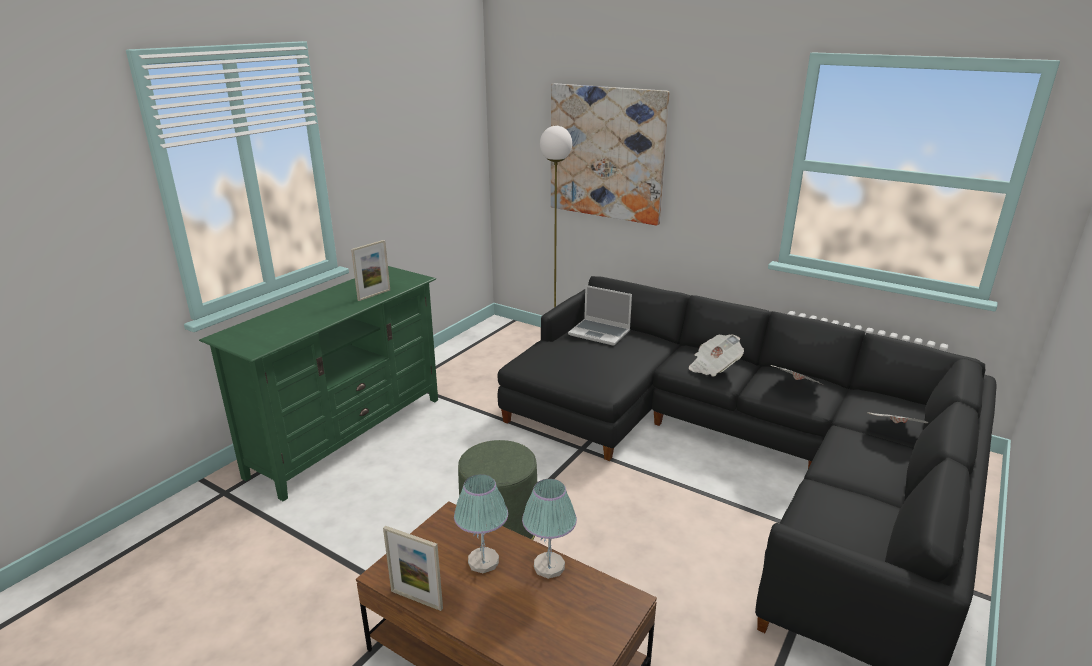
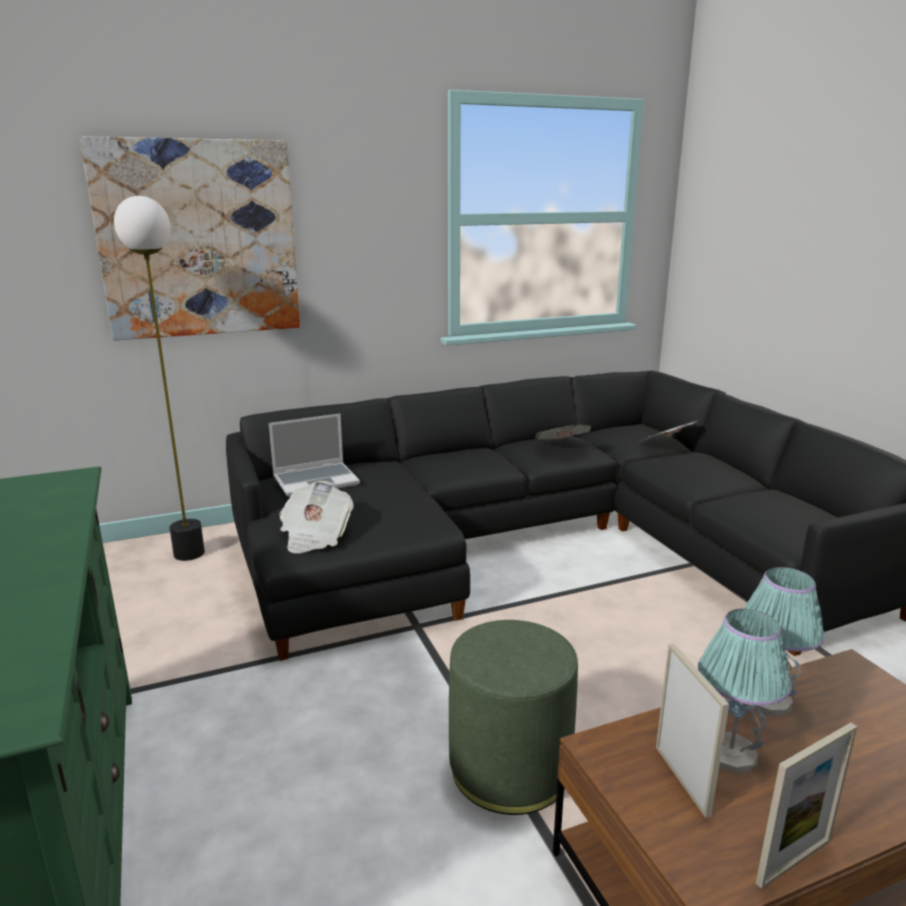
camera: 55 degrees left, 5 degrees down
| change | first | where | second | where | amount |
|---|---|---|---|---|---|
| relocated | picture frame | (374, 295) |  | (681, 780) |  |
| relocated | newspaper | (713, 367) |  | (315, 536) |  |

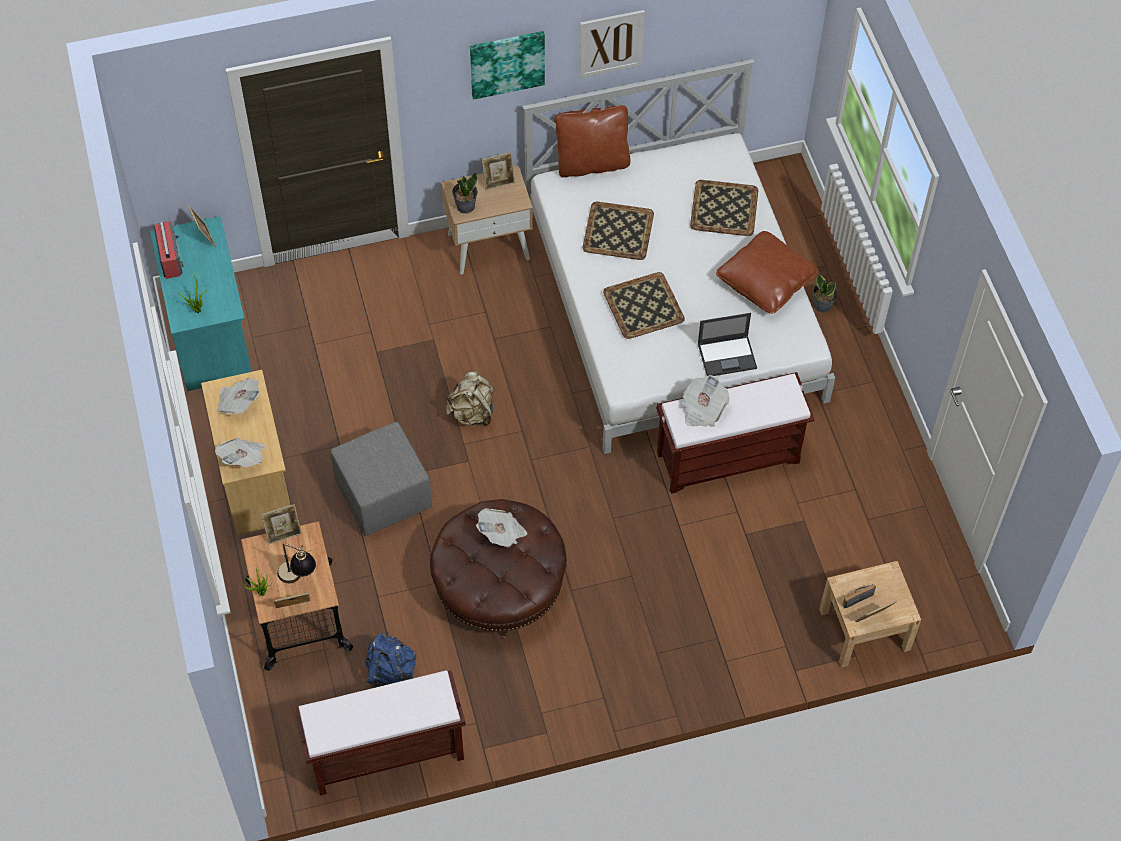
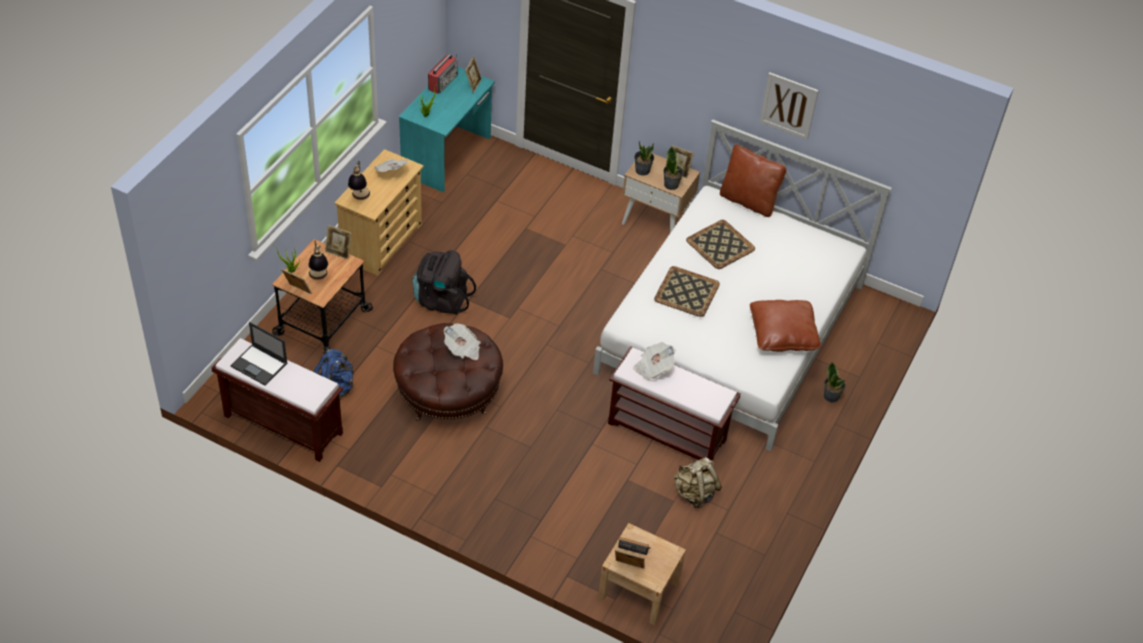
camera: 40 degrees right, 10 degrees down
| change | first | where | second | where | amount |
|---|---|---|---|---|---|
| missing | picture | (507, 63) |  |  |  |
| missing | tray | (723, 208) |  |  |  |
| appeared |  |  | potted plant | (671, 184) |  |
| relocated | beige backpack | (472, 413) |  | (694, 493) |  |
| relocated | laptop | (727, 355) |  | (260, 365) |  |
| exchanged | newspaper | (243, 458) | table lamp | (359, 199) |  |
| exchanged | grey ottoman | (384, 495) | black backpack | (441, 300) |  |

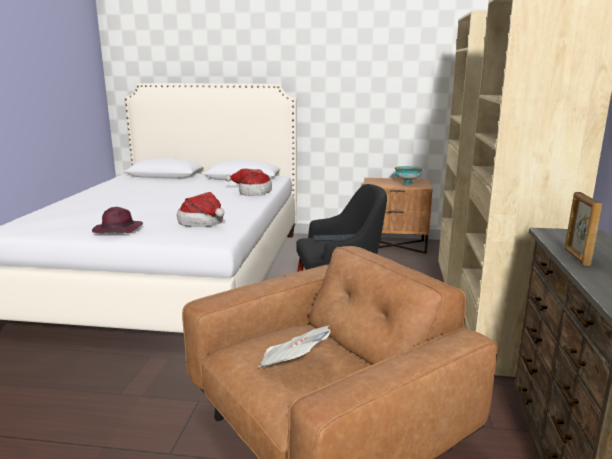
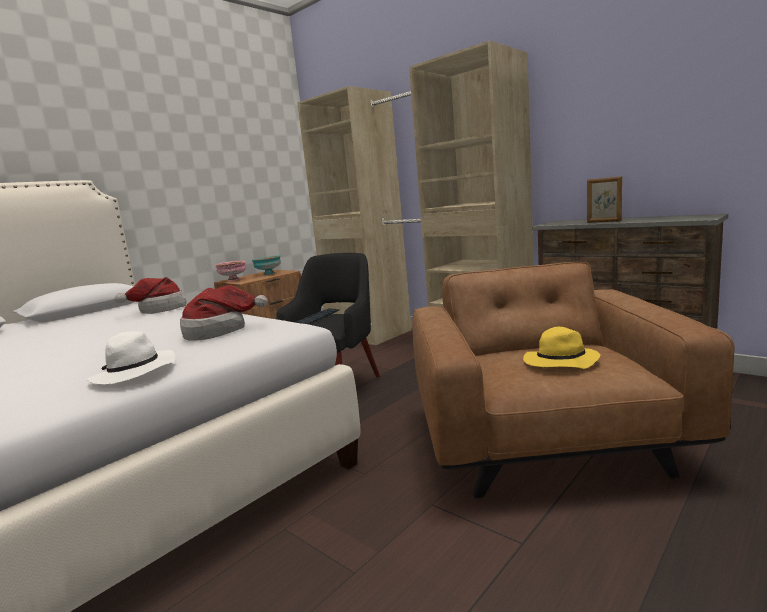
camera: 55 degrees left, 5 degrees down
| change | first | where | second | where | amount |
|---|---|---|---|---|---|
| appeared |  |  | pink bowl | (233, 280) |  |
| exchanged | newspaper | (293, 364) | yellow hat | (560, 363) |  |
| colour | purple hat | (117, 230) | white hat | (135, 373) |  |

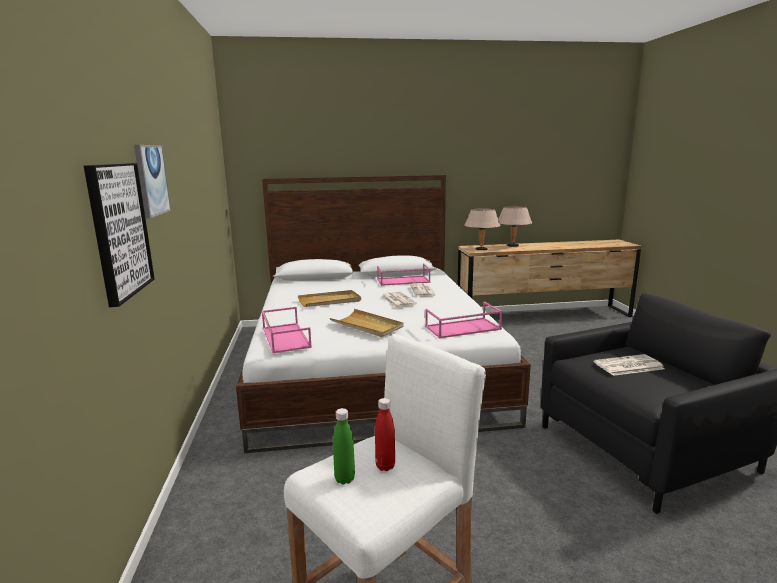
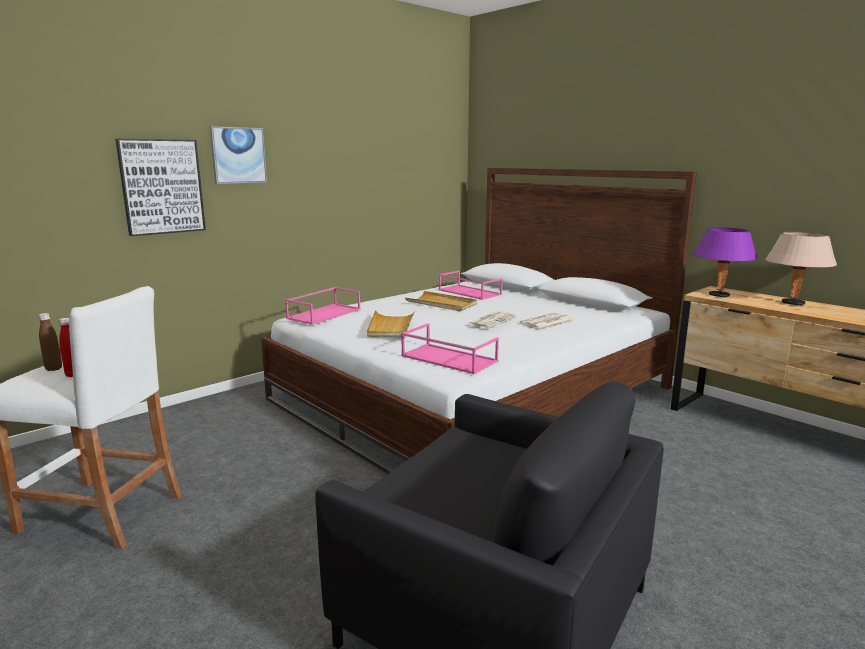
camera: 55 degrees right, 0 degrees up
| change | first | where | second | where | amount |
|---|---|---|---|---|---|
| missing | newspaper | (628, 366) |  |  |  |
| relocated | pink tray | (402, 281) |  | (468, 292) |  |
| colour | green bottle | (344, 479) | brown bottle | (53, 369) |  |
| colour | beige table lamp | (481, 249) | purple table lamp | (718, 295) |  |

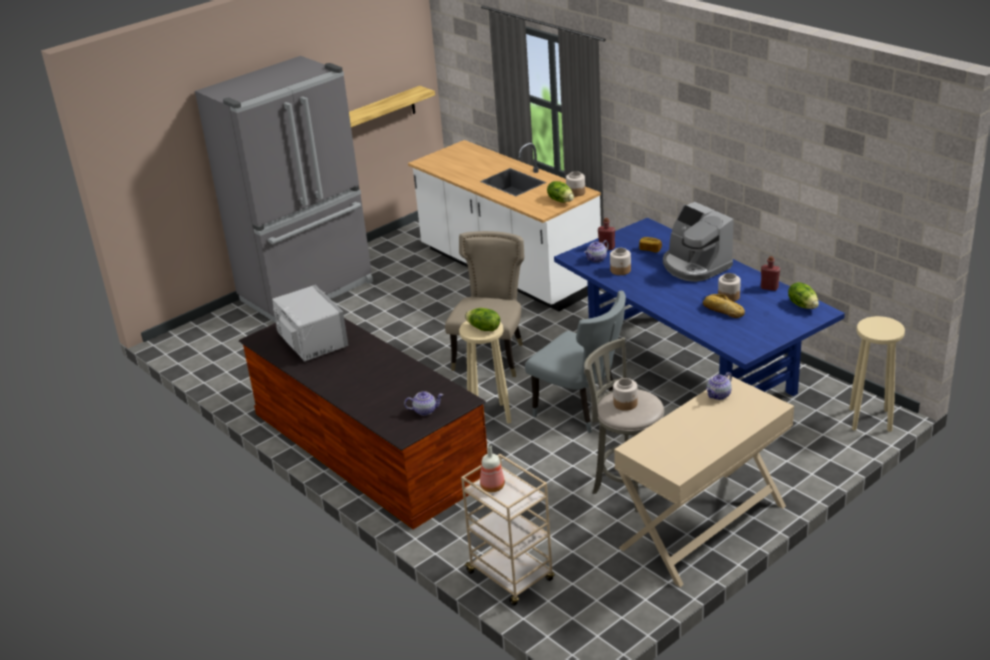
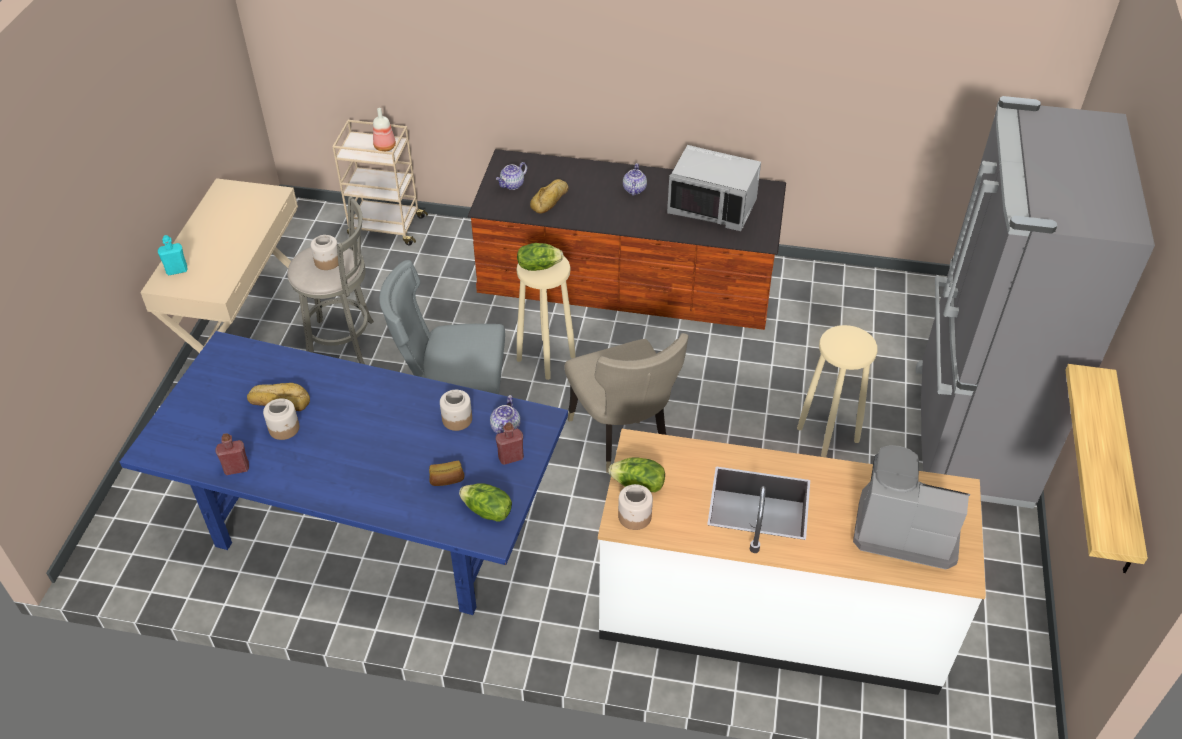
camera: 140 degrees right, 15 degrees up
| change | first | where | second | where | amount |
|---|---|---|---|---|---|
| appeared |  |  | turquoise bottle | (177, 270) |  |
| appeared |  |  | bread | (551, 200) |  |
| relocated | coffee machine | (695, 266) |  | (904, 526) |  |
| relocated | teapot | (719, 395) |  | (634, 189) |  |
| relocated | lettuce | (803, 305) |  | (487, 511) |  |
| relocated | beige stool | (870, 419) |  | (828, 435) |  |

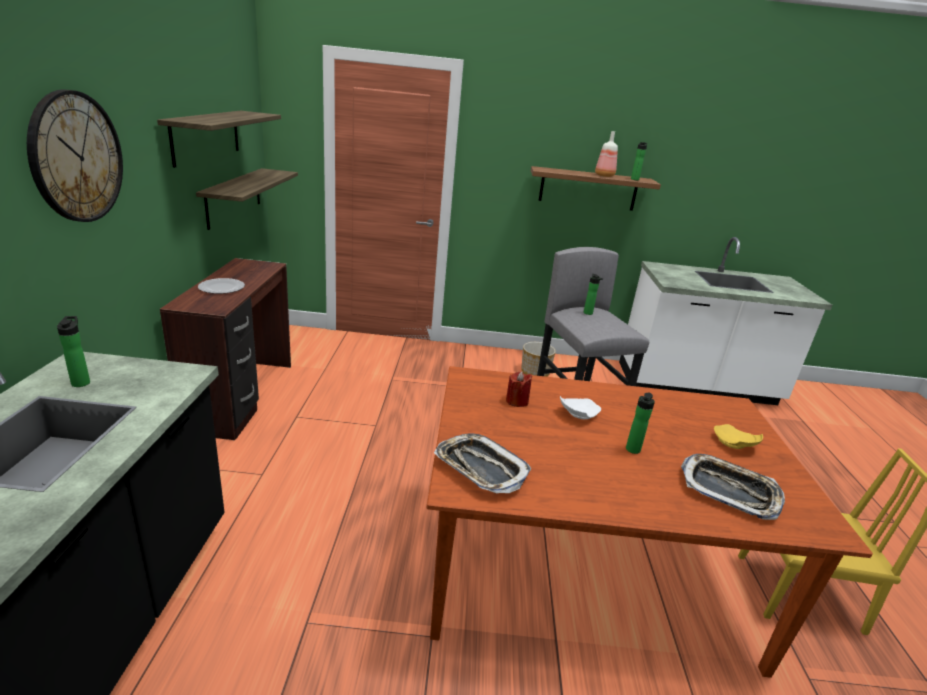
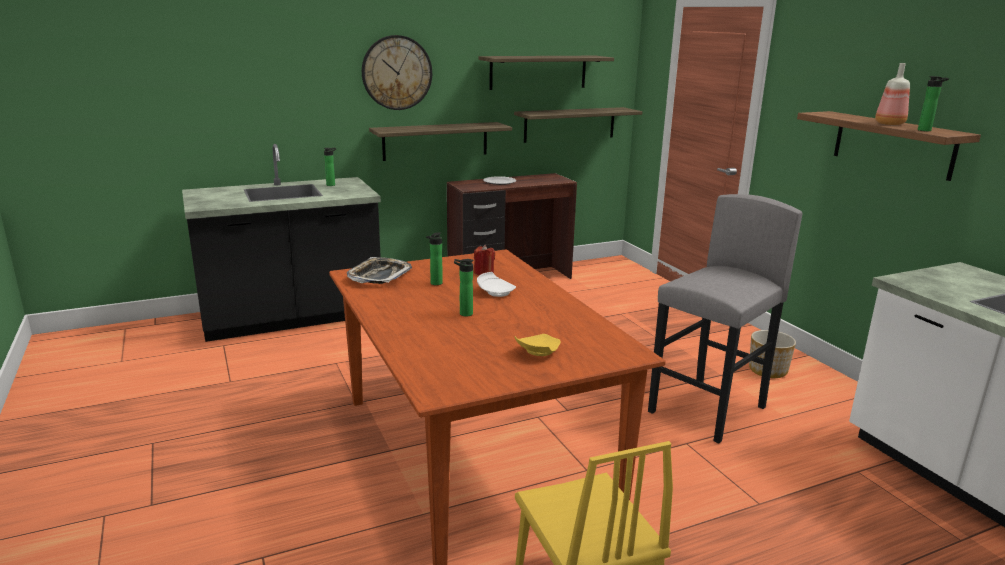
camera: 65 degrees right, 5 degrees down
| change | first | where | second | where | amount |
|---|---|---|---|---|---|
| missing | tray | (729, 490) |  |  |  |
| appeared |  |  | shelf | (435, 141) |  |
| relocated | bottle | (589, 313) |  | (435, 284) |  |

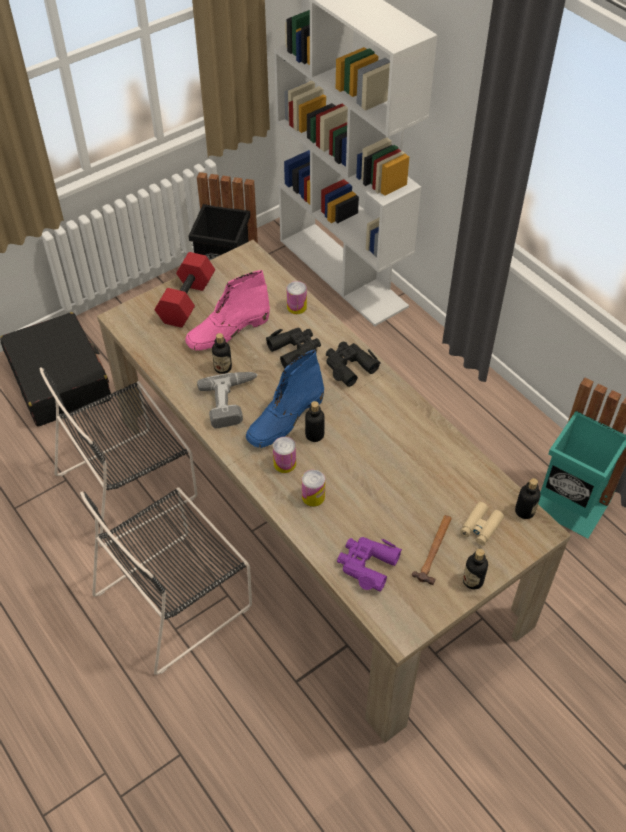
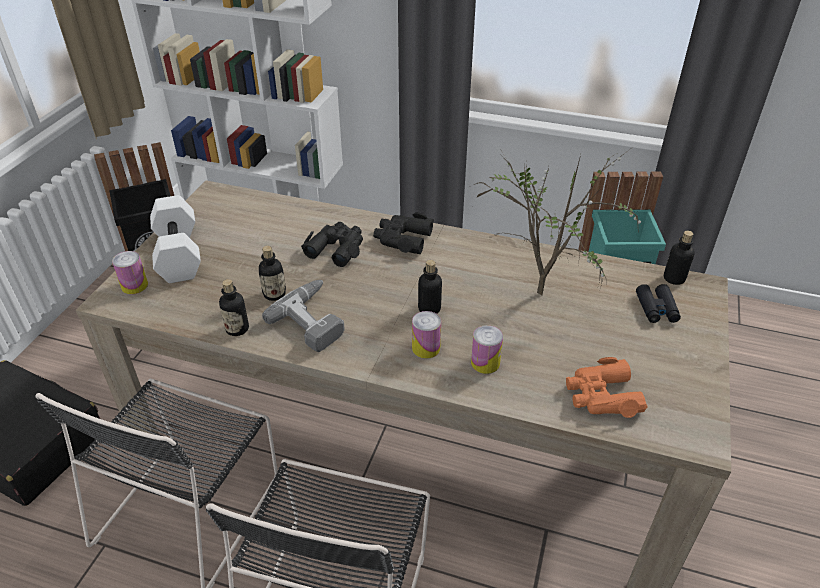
camera: 35 degrees left, 10 degrees down
| change | first | where | second | where | amount |
|---|---|---|---|---|---|
| missing | pink boot | (227, 331) |  |  |  |
| missing | blue boot | (285, 419) |  |  |  |
| missing | hammer | (435, 550) |  |  |  |
| appeared |  |  | potted plant | (539, 297) |  |
| relocated | can | (296, 307) |  | (134, 285) |  |
| relocated | bottle | (473, 580) |  | (237, 329) |  |
| colour | red dumbbell | (187, 302) | white dumbbell | (180, 254) |  |
| colour | purple binoculars | (367, 565) | orange binoculars | (601, 396) |  |
| colour | beige binoculars | (480, 527) | black binoculars | (656, 309) |  |

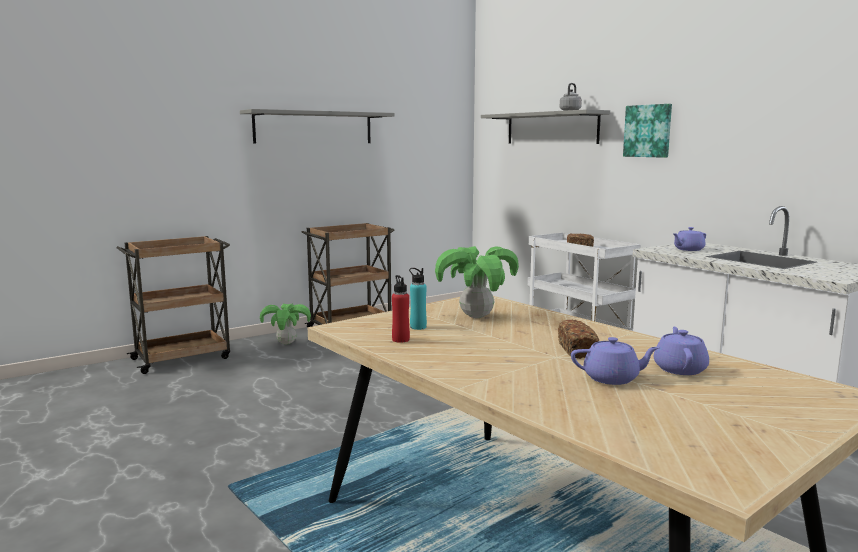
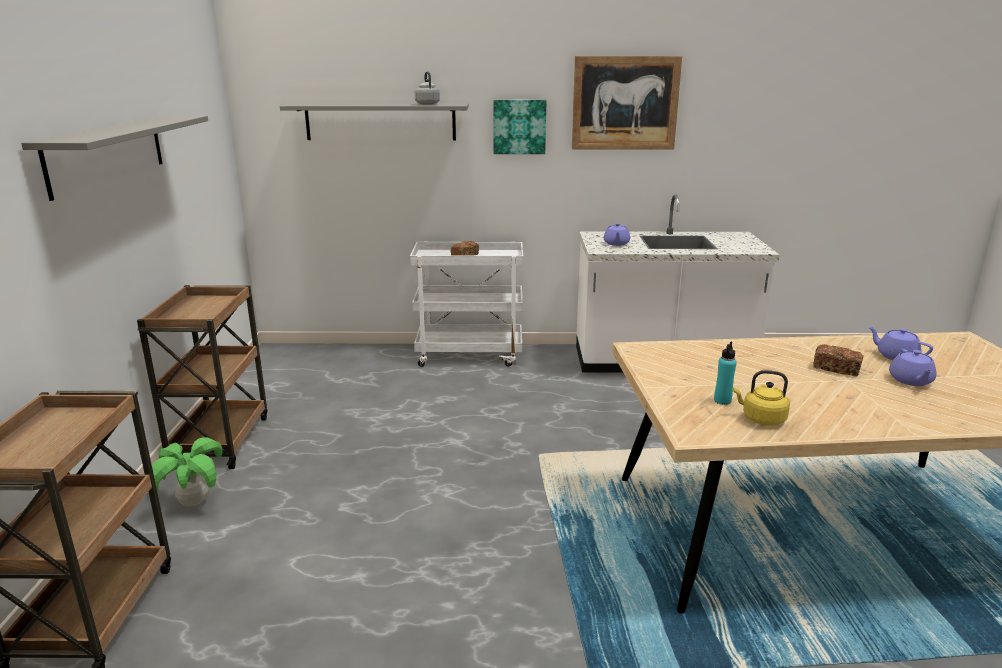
camera: 55 degrees left, 10 degrees up
| change | first | where | second | where | amount |
|---|---|---|---|---|---|
| missing | potted plant | (476, 316) |  |  |  |
| appeared |  |  | picture | (625, 103) |  |
| exchanged | red bottle | (400, 339) | yellow kettle | (761, 419) |  |
| spun | purple teapot | (612, 378) |  | (910, 381) | 150 degrees clockwise |

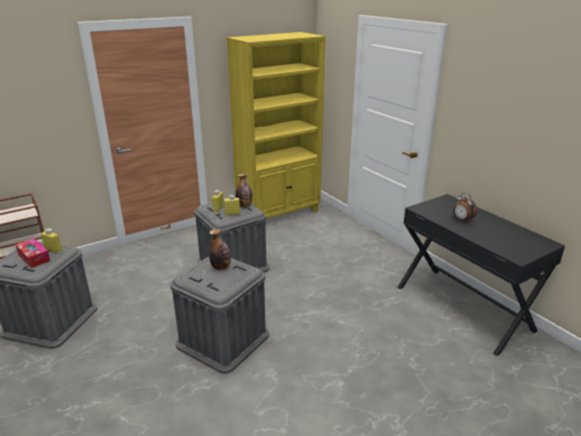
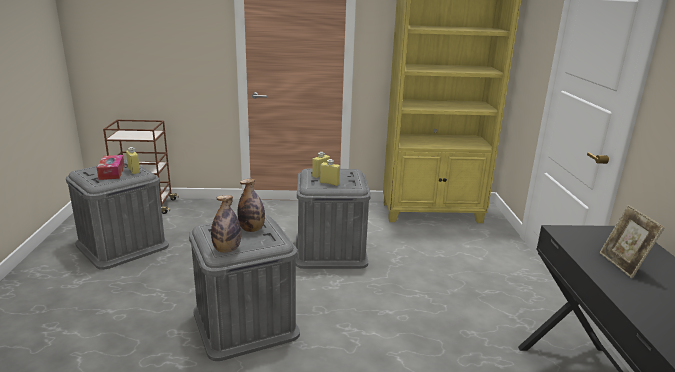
camera: 30 degrees right, 5 degrees down
| change | first | where | second | where | amount |
|---|---|---|---|---|---|
| relocated | bottle | (244, 205) |  | (227, 250) |  |
| exchanged | alarm clock | (462, 220) | picture frame | (623, 265) |  |

